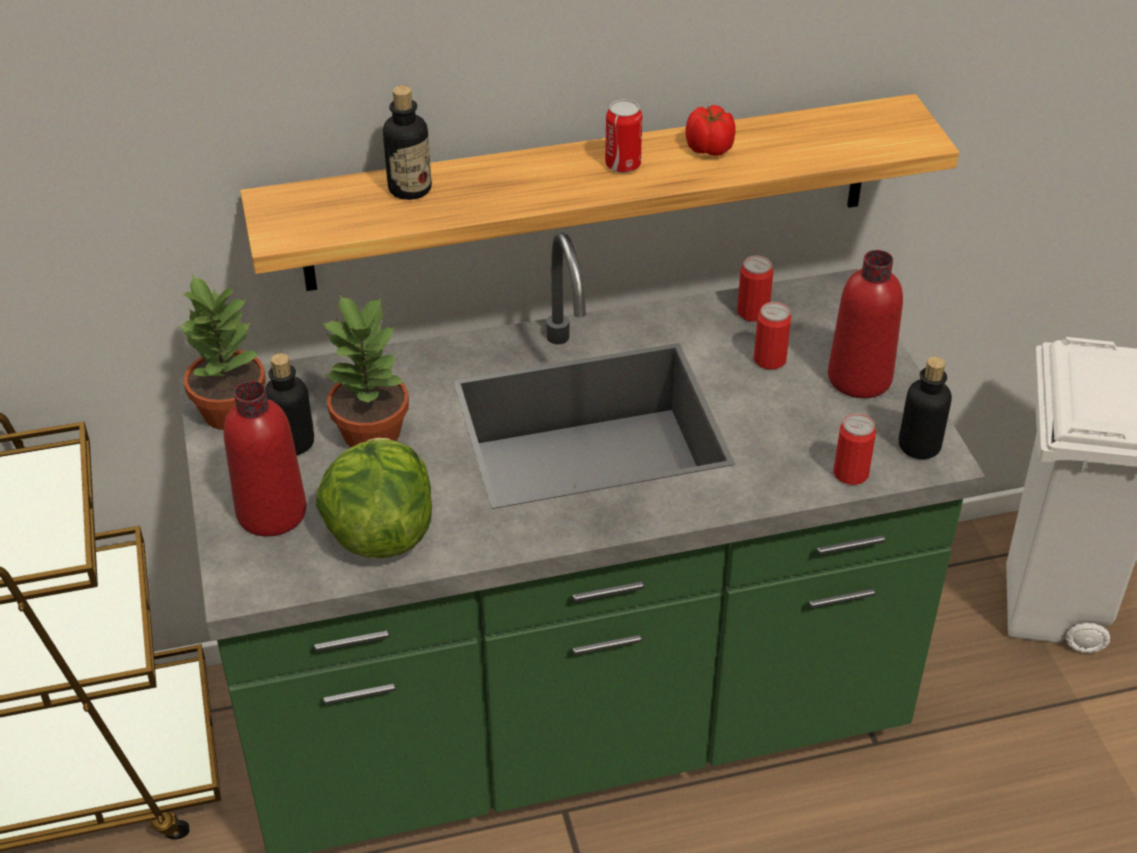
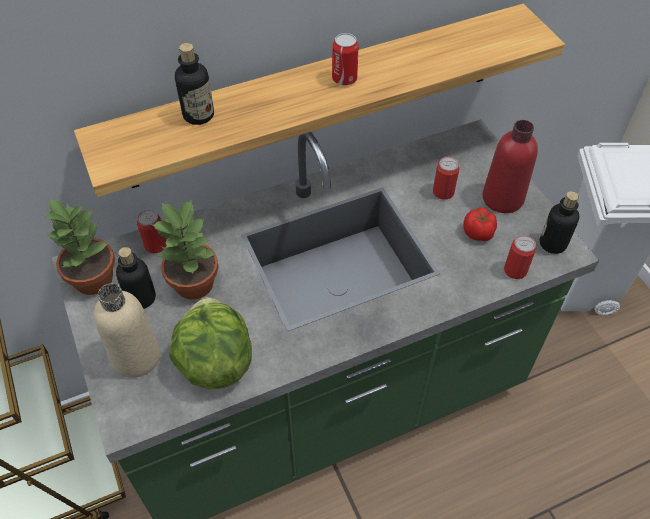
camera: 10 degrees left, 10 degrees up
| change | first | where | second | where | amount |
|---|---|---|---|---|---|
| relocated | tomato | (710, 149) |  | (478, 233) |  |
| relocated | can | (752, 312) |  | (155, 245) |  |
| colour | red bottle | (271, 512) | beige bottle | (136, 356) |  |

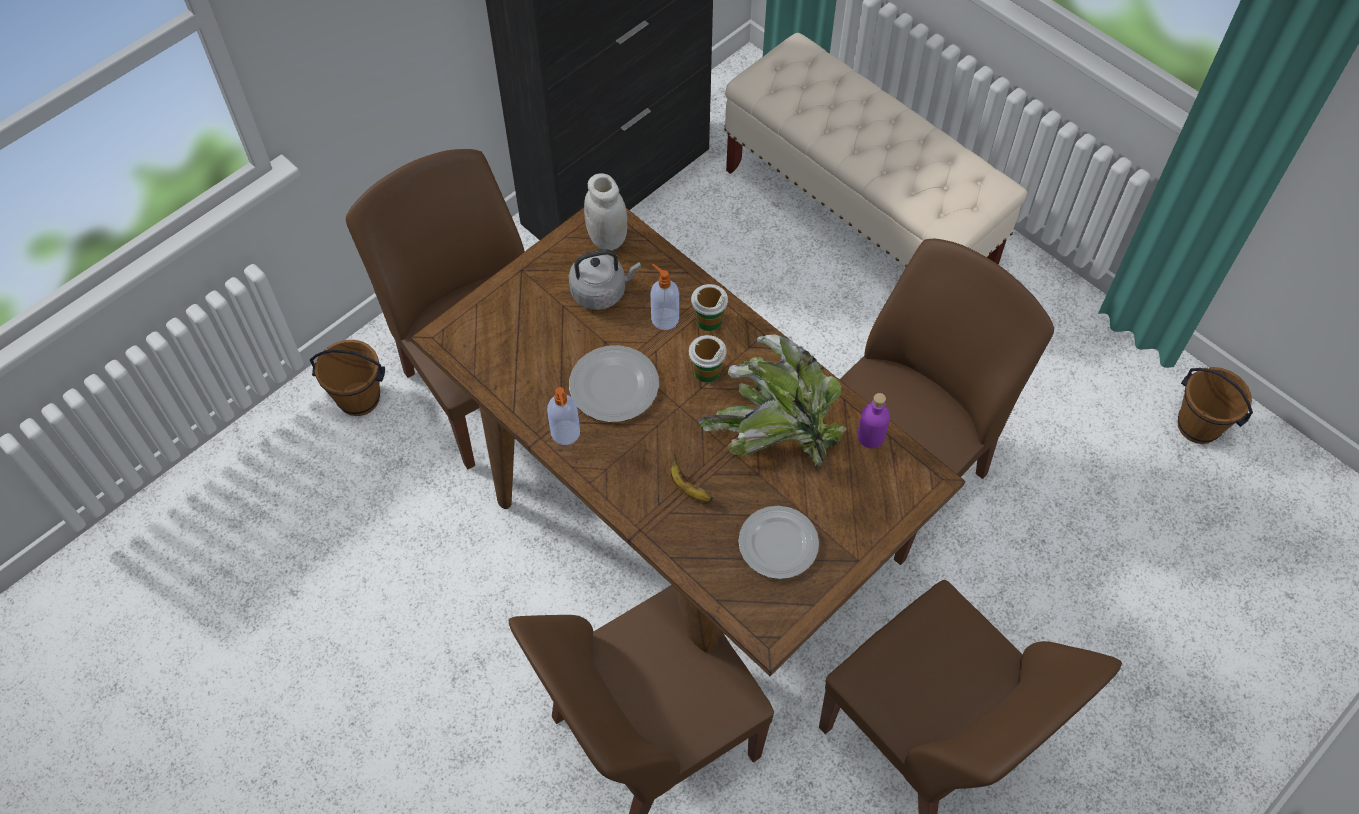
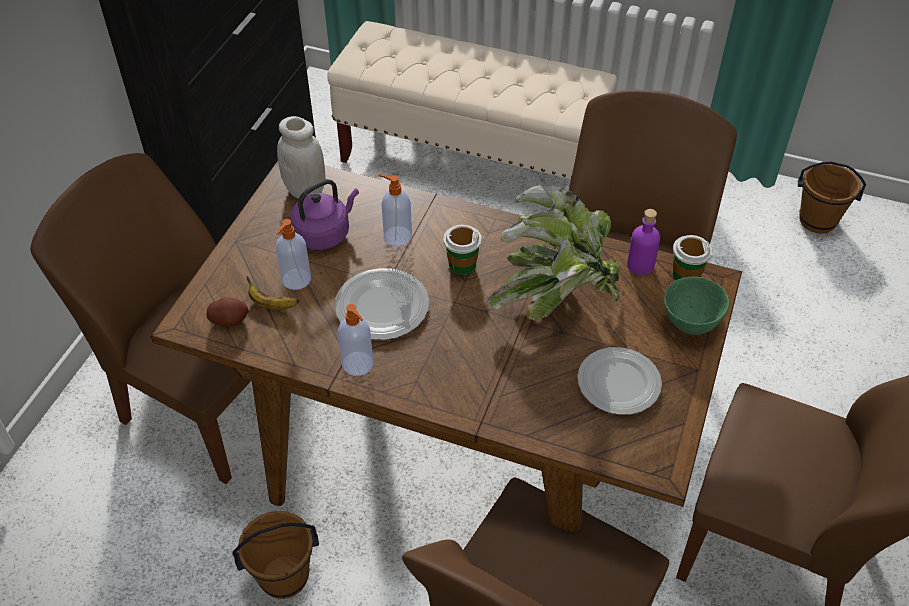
camera: 25 degrees left, 10 degrees down
| change | first | where | second | where | amount |
|---|---|---|---|---|---|
| appeared |  |  | potato | (229, 320) |  |
| appeared |  |  | soap dispenser | (296, 280) |  |
| appeared |  |  | green bowl | (691, 324) |  |
| relocated | brown bucket | (359, 398) |  | (284, 576) |  |
| relocated | banana | (688, 488) |  | (271, 304) |  |
| relocated | cup | (708, 320) |  | (686, 275) |  |
| colour | grey kettle | (601, 291) | purple kettle | (324, 234) |  |

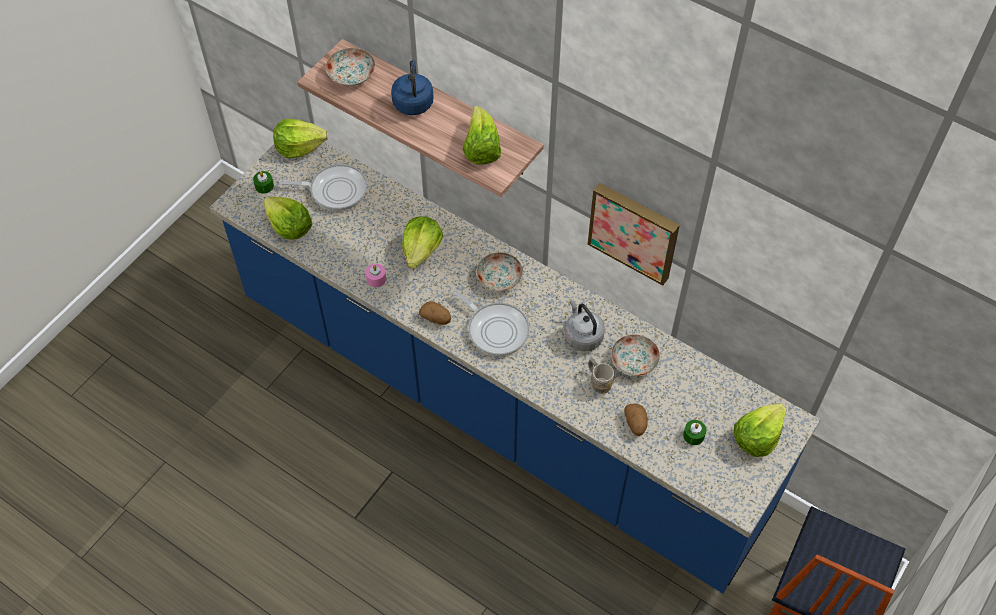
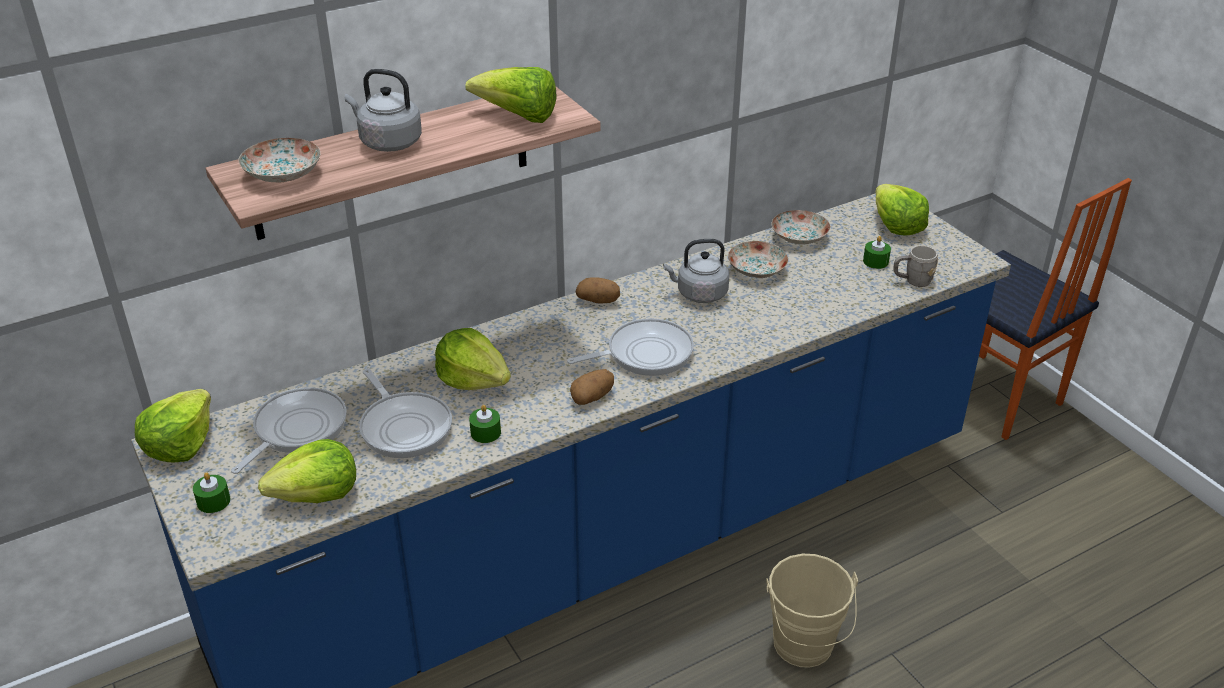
camera: 65 degrees left, 20 degrees down
| change | first | where | second | where | amount |
|---|---|---|---|---|---|
| missing | picture | (634, 231) |  |  |  |
| appeared |  |  | frying pan | (404, 426) |  |
| appeared |  |  | beige bucket | (804, 649) |  |
| relocated | plate | (500, 277) |  | (799, 237) |  |
| relocated | grey mug | (598, 382) |  | (912, 281) |  |
| relocated | potato | (635, 424) |  | (598, 300) |  |
| colour | pink candle | (376, 279) | green candle | (485, 433) |  |
| colour | blue kettle | (413, 102) | grey kettle | (388, 142) |  |

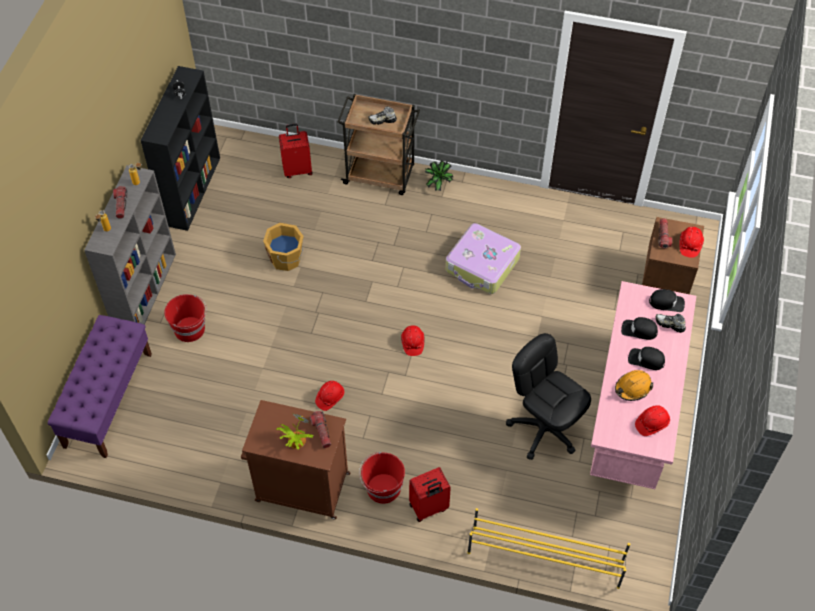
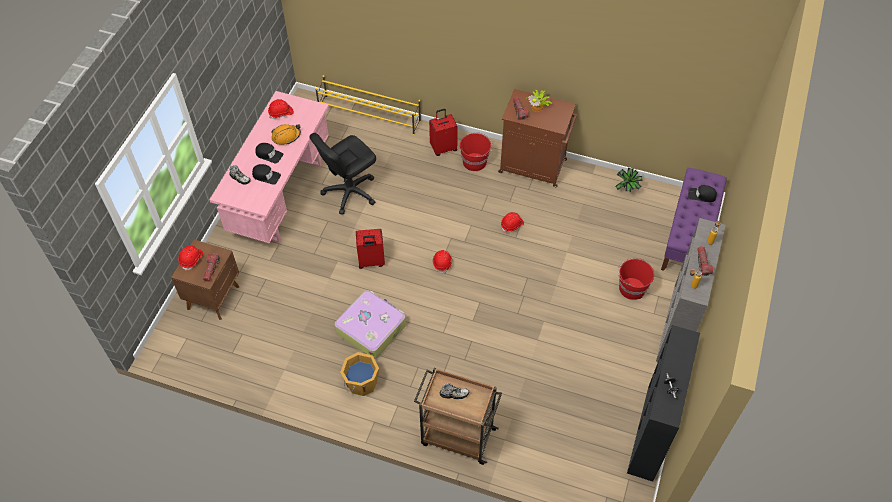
camera: 175 degrees left, 0 degrees up
| change | first | where | second | where | amount |
|---|---|---|---|---|---|
| relocated | orange bucket | (286, 258) |  | (361, 382) |  |
| relocated | red suitcase | (297, 169) |  | (371, 262) |  |
| relocated | potted plant | (438, 185) |  | (626, 191) |  |
| relocated | black cap | (666, 302) |  | (702, 195) |  |
| spun | black office chair | (544, 428) |  | (350, 192) | 90 degrees clockwise |

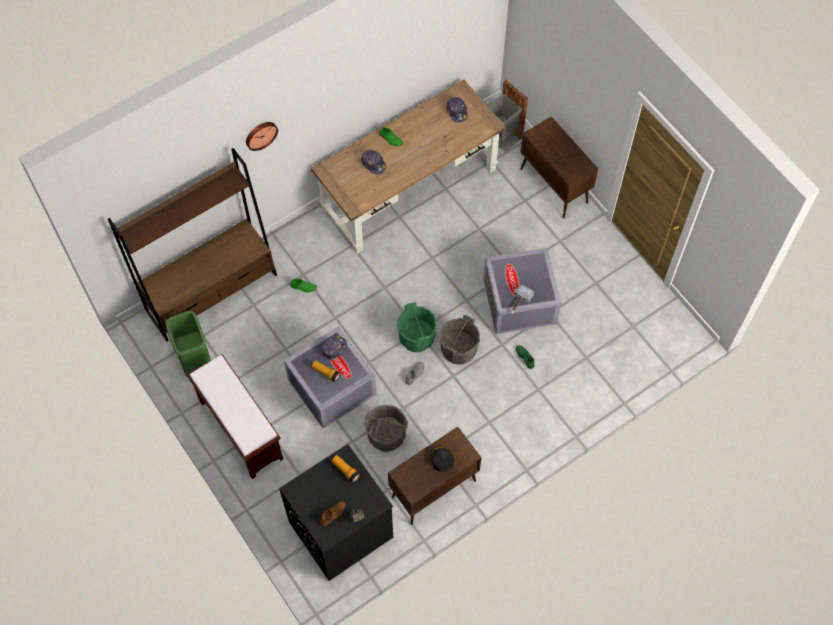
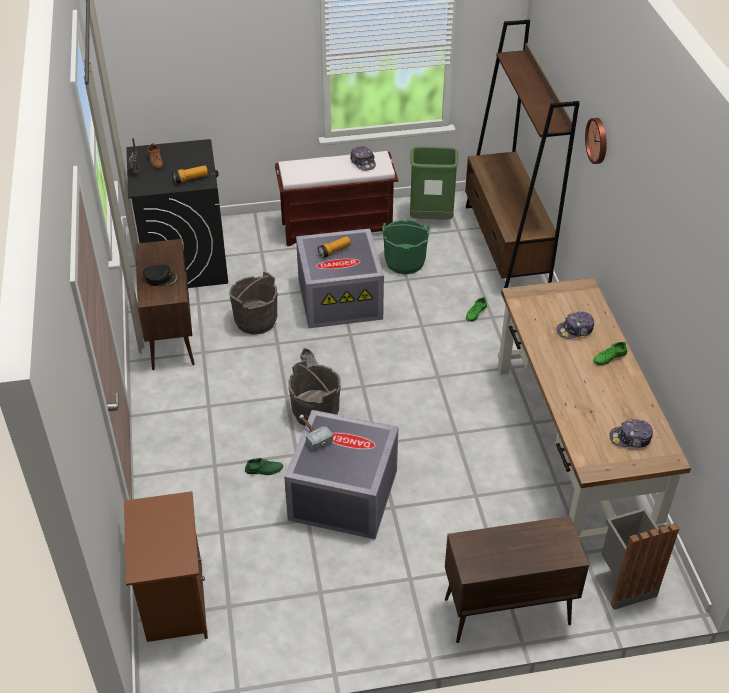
camera: 115 degrees right, 20 degrees down
| change | first | where | second | where | amount |
|---|---|---|---|---|---|
| appeared |  |  | brown nightstand | (174, 604) |  |
| relocated | cap | (334, 348) |  | (363, 162) |  |
| relocated | green bucket | (417, 337) |  | (404, 262) |  |

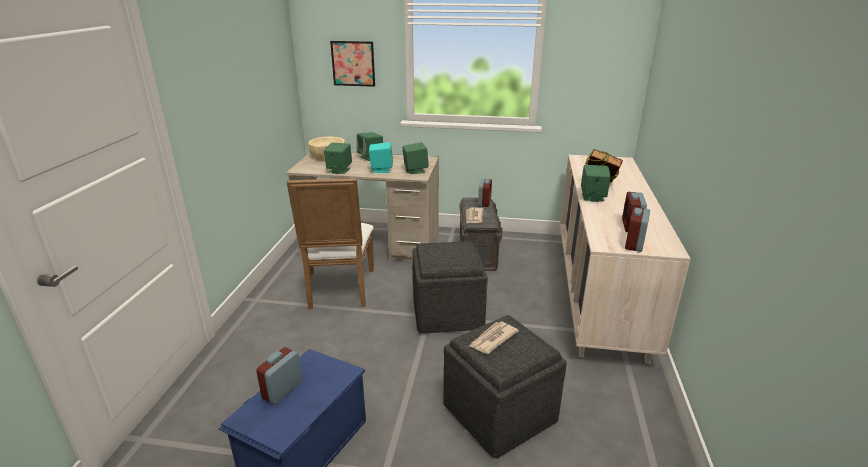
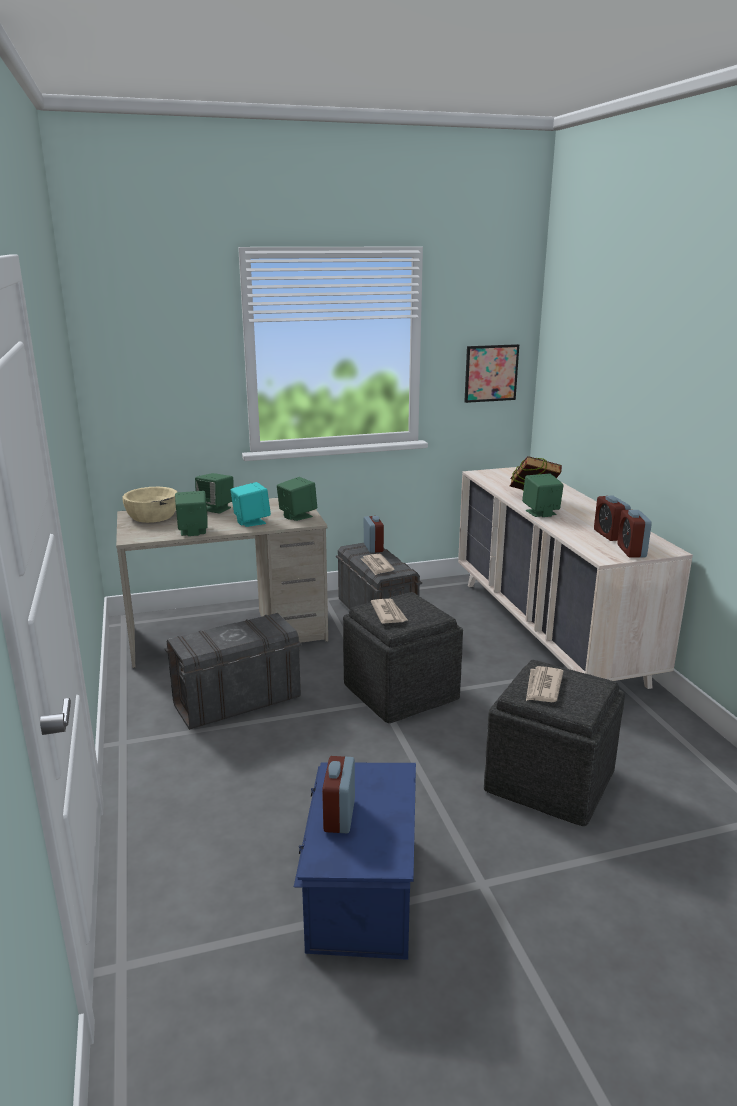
camera: 25 degrees left, 5 degrees down
| change | first | where | second | where | amount |
|---|---|---|---|---|---|
| appeared |  |  | newspaper | (388, 613) |  |
| relocated | picture | (353, 63) |  | (491, 373) |  |
| exchanged | white chair | (339, 291) | grey storage box | (236, 701) |  |

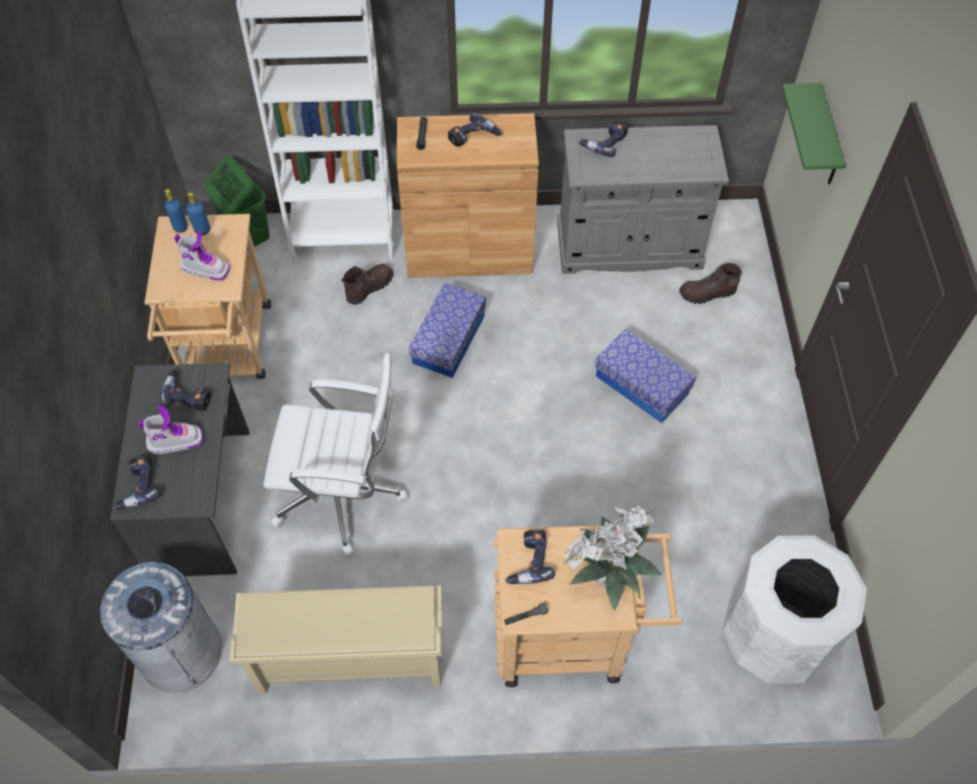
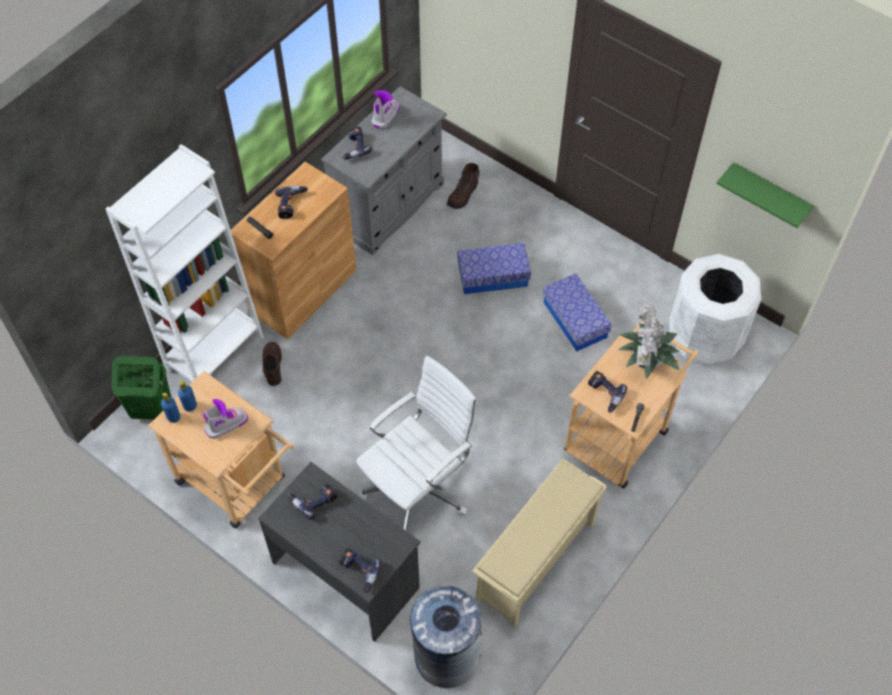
camera: 50 degrees left, 0 degrees up
| change | first | where | second | where | amount |
|---|---|---|---|---|---|
| relocated | boot | (175, 441) |  | (385, 116) |  |
| relocated | storage box | (449, 339) |  | (575, 320) |  |
| relocated | green shelf | (827, 139) |  | (769, 194) |  |

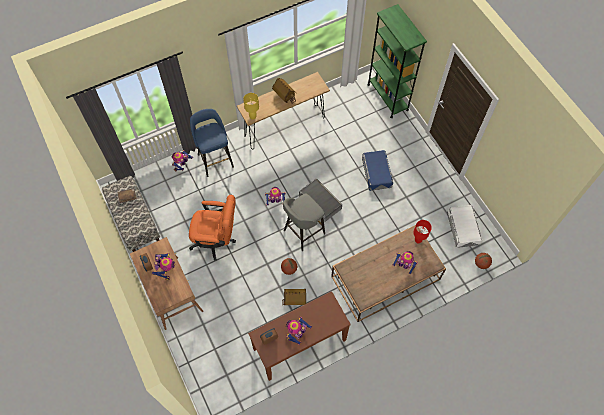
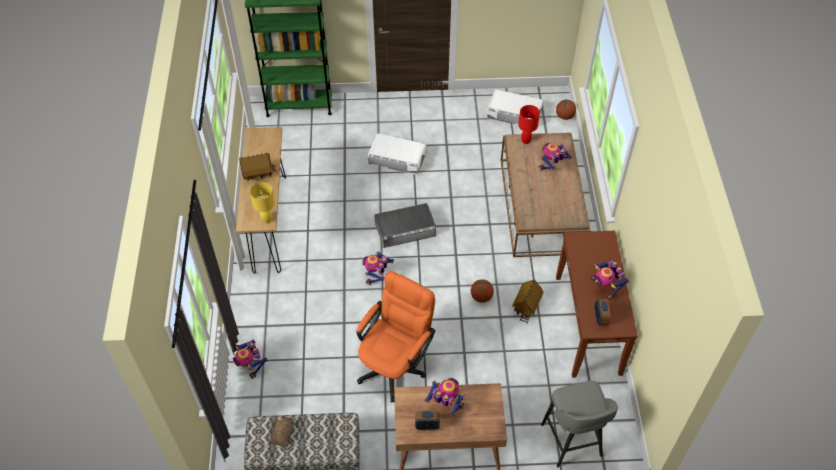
camera: 65 degrees left, 10 degrees down
| change | first | where | second | where | amount |
|---|---|---|---|---|---|
| missing | blue stool | (215, 159) |  |  |  |
| relocated | grey stool | (303, 232) |  | (572, 442) |  |
| colour | blue storage box | (376, 172) | white storage box | (397, 158) |  |

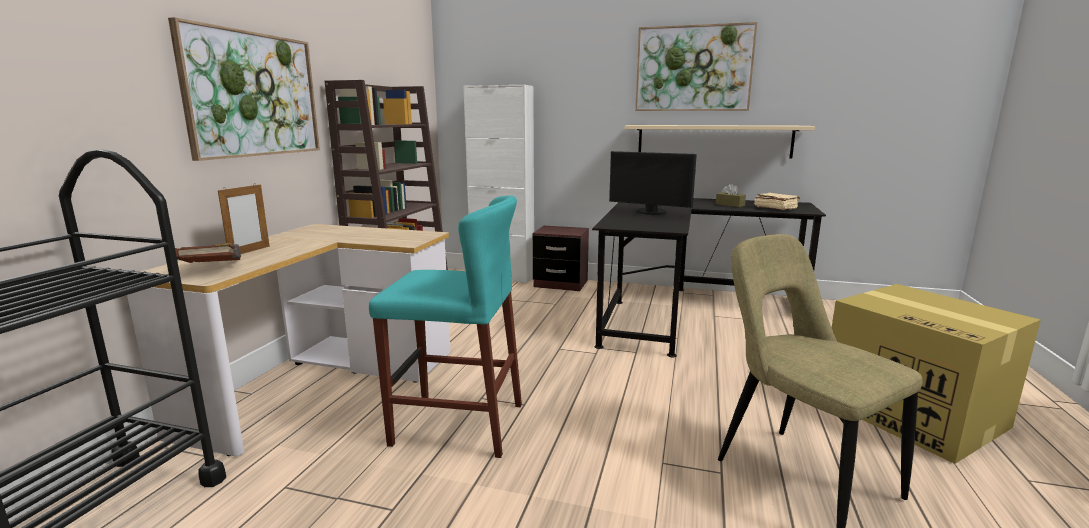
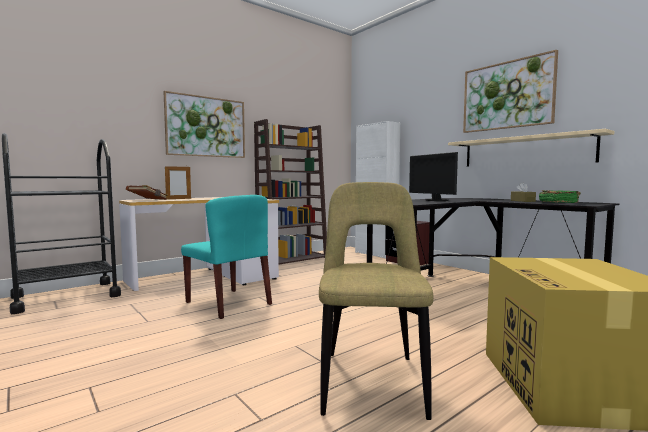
camera: 35 degrees right, 10 degrees down
| change | first | where | second | where | amount |
|---|---|---|---|---|---|
| exchanged | turquoise stool | (458, 424) | turquoise chair | (228, 303) |  |
| colour | beige book | (775, 208) | green book | (558, 203) |  |

